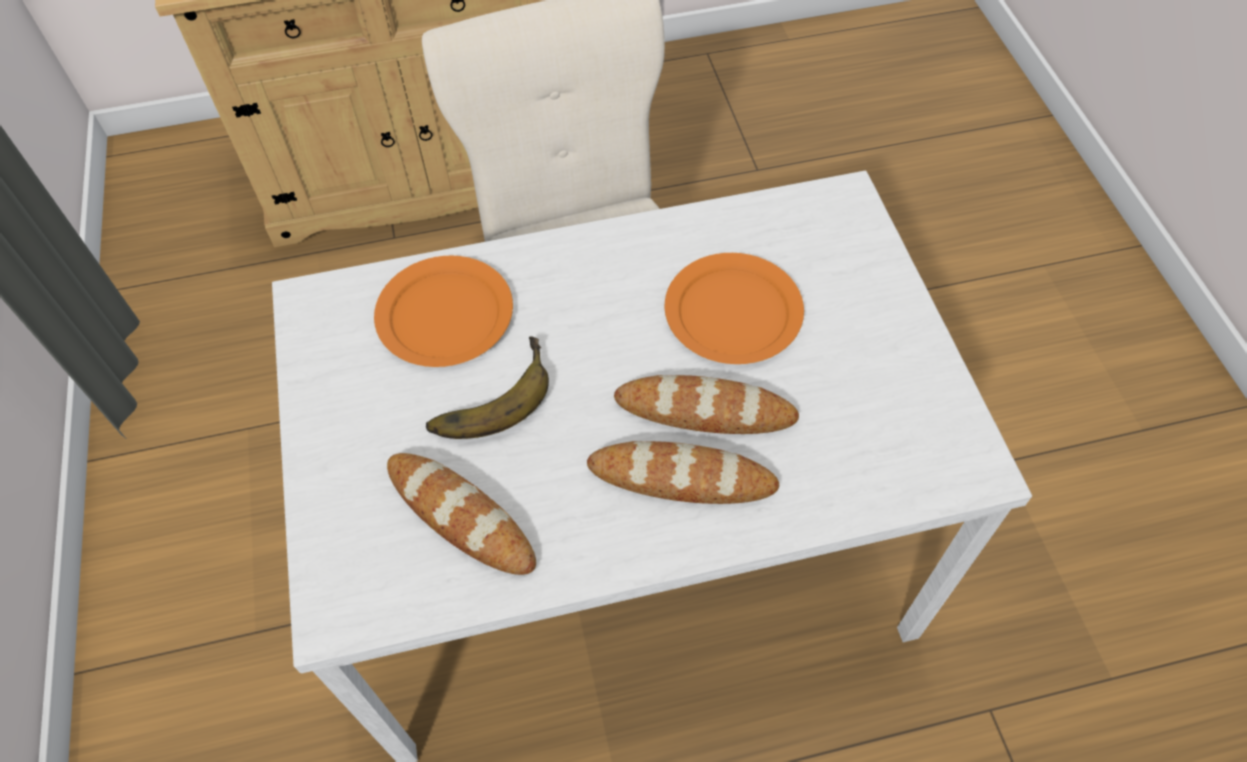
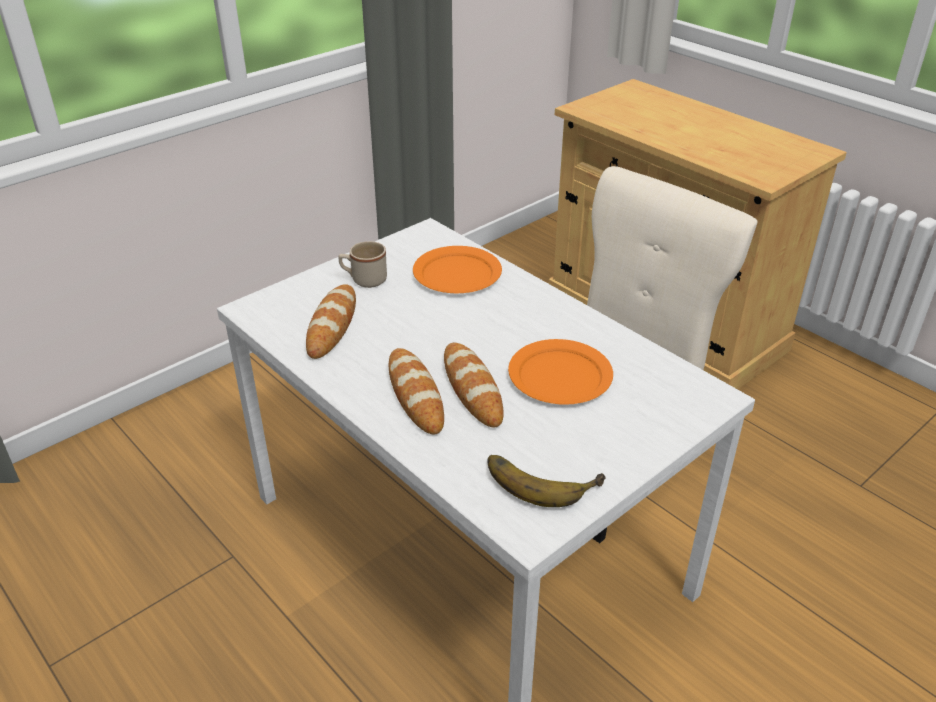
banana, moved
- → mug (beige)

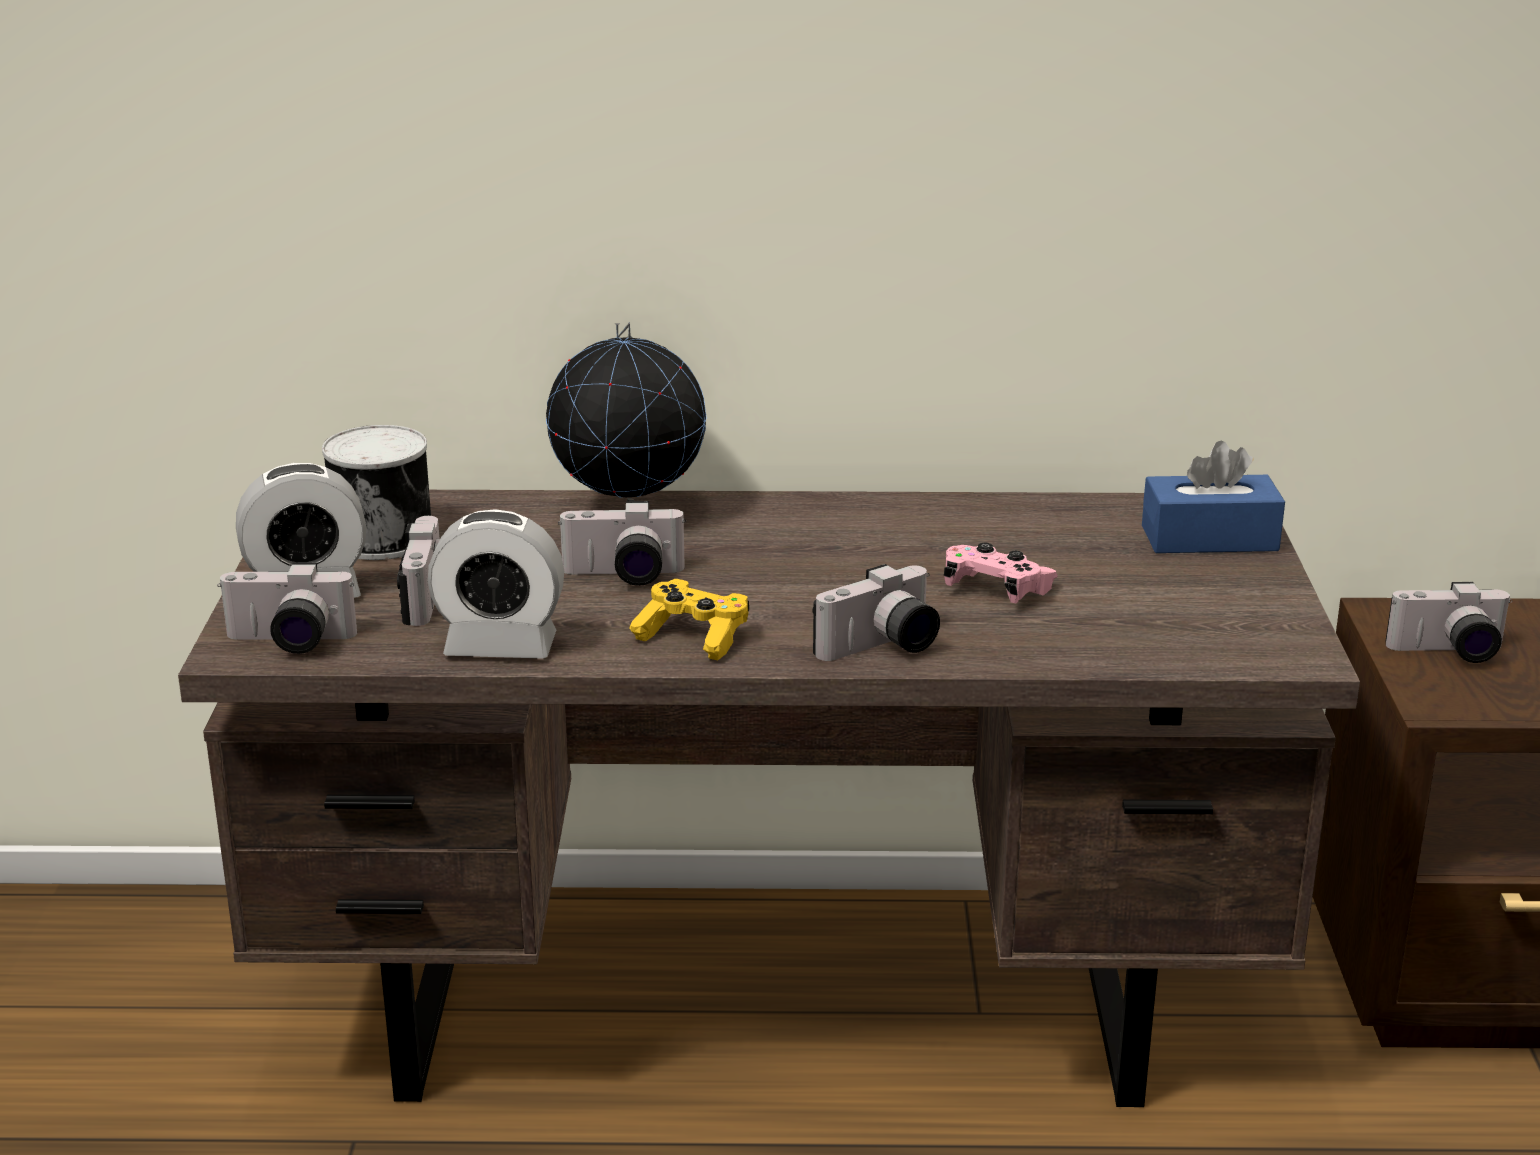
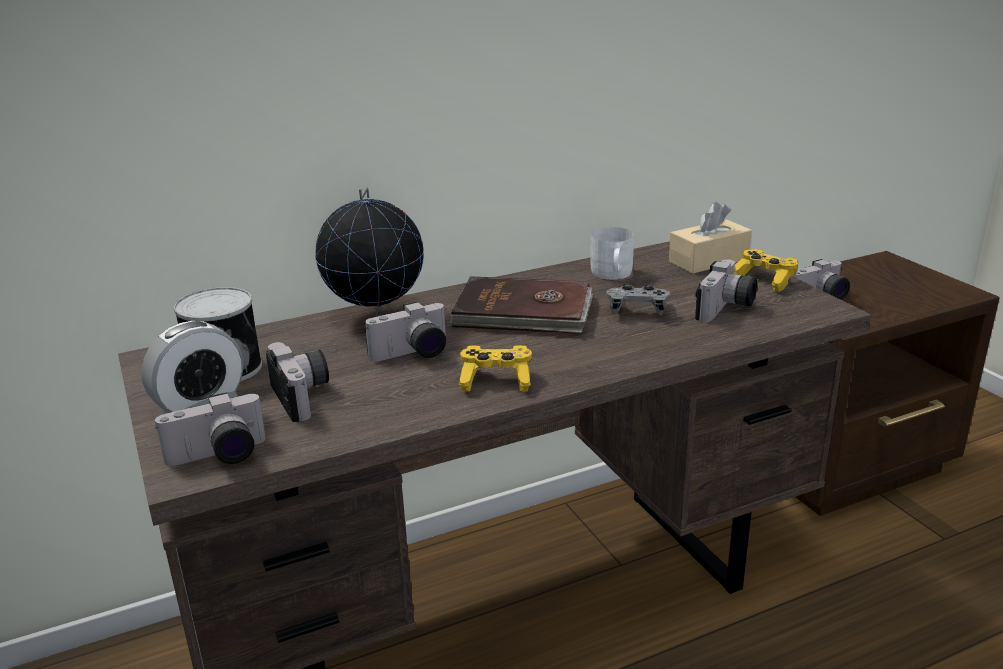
alarm clock (2nd from left) → -
photo camera (4th from left), moved
game controller (pink) → game controller (grey)
tissue box (blue) → tissue box (beige)
- → book (brown)
- → mug (white)
- → game controller (yellow) (2nd from left)

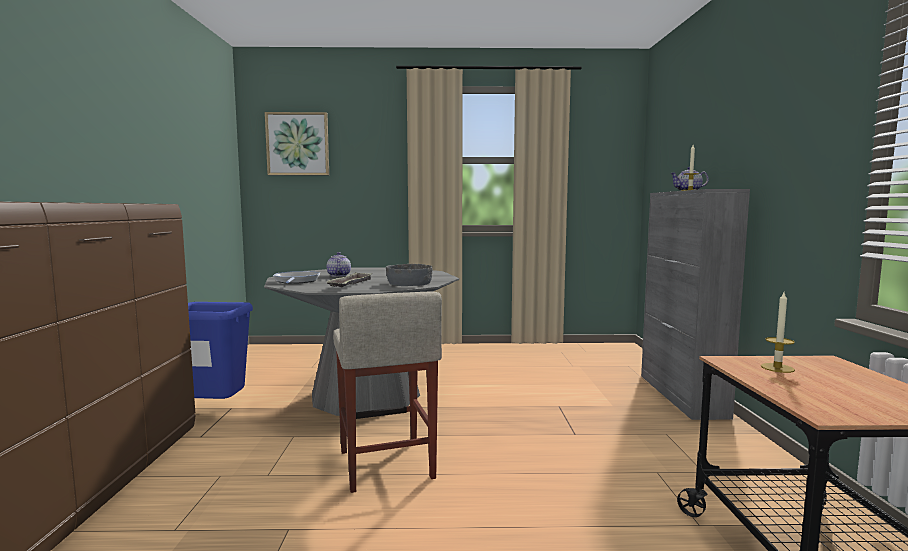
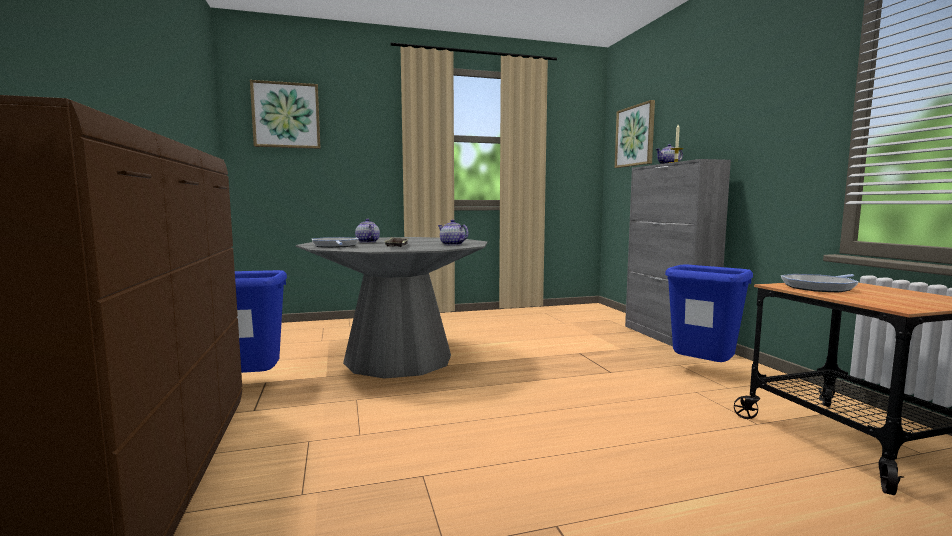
stool (beige) → -
bowl (grey) → teapot (2nd from left)
candle (2nd from left) → frying pan (2nd from left)
- → picture (2nd from left)
- → trash can (blue) (2nd from left)

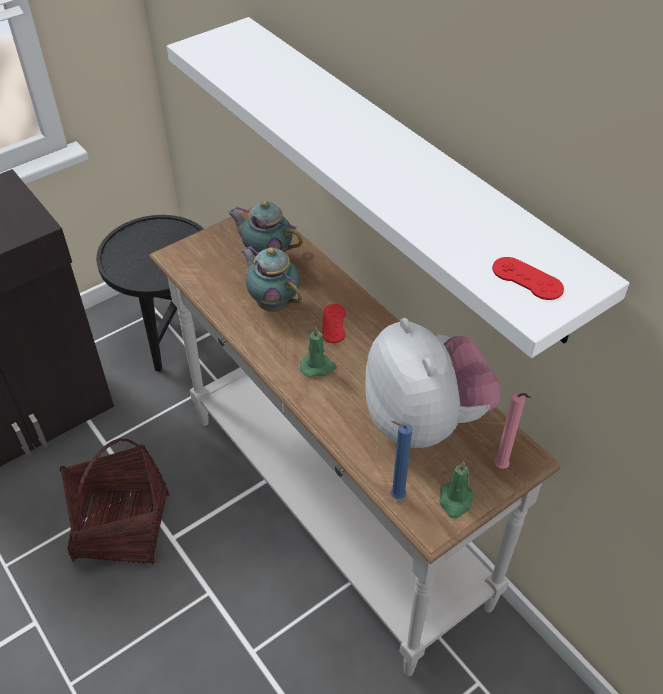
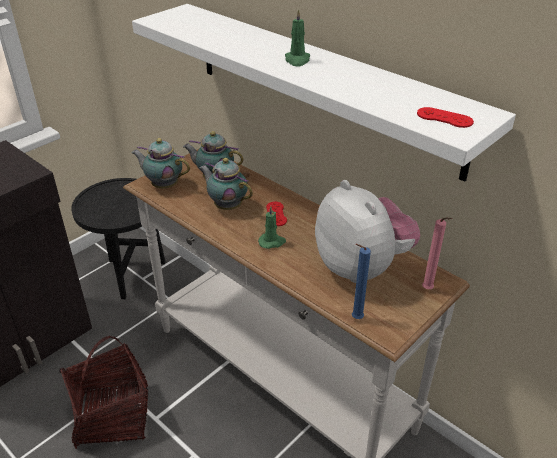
candle (green) (2nd from left), moved
- → teapot (1st from left)

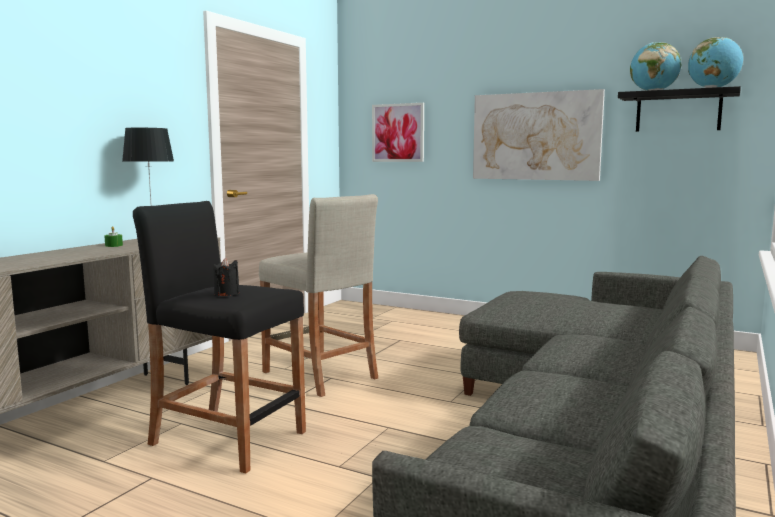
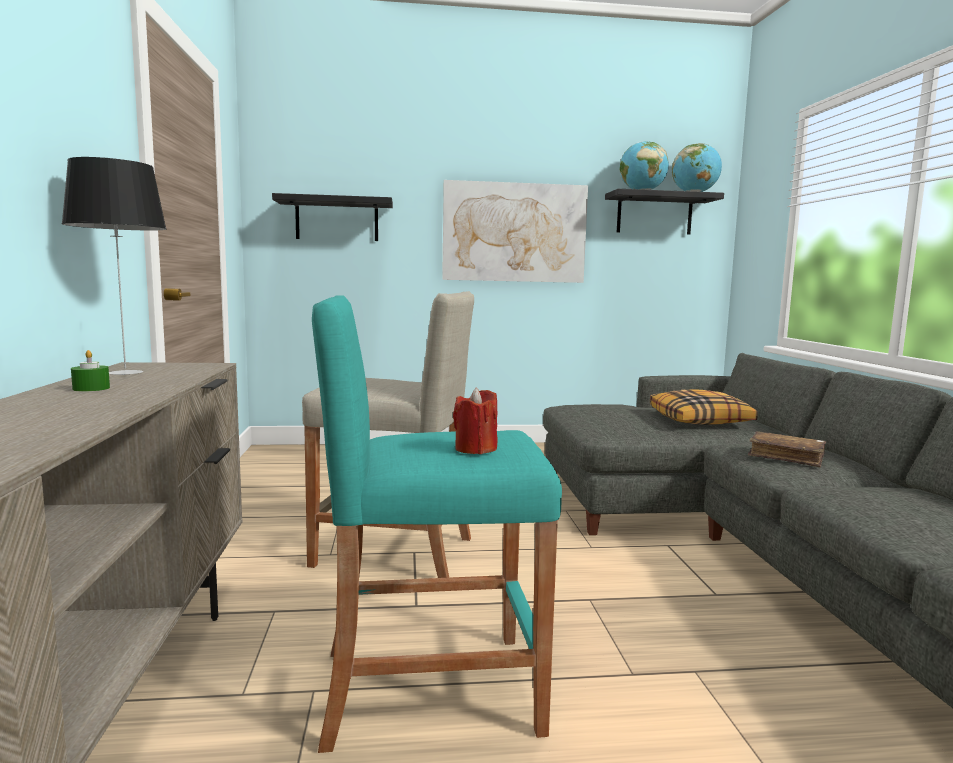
stool (black) → stool (turquoise)
candle (black) → candle (red)
picture (1st from left) → shelf (black) (1st from left)
- → pillow
- → book (brown)

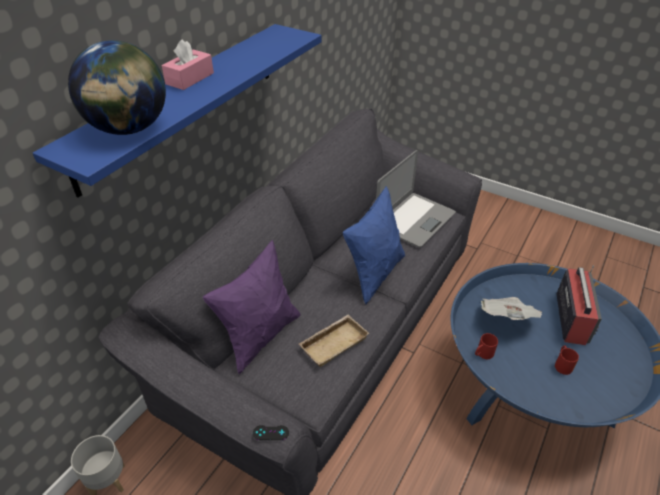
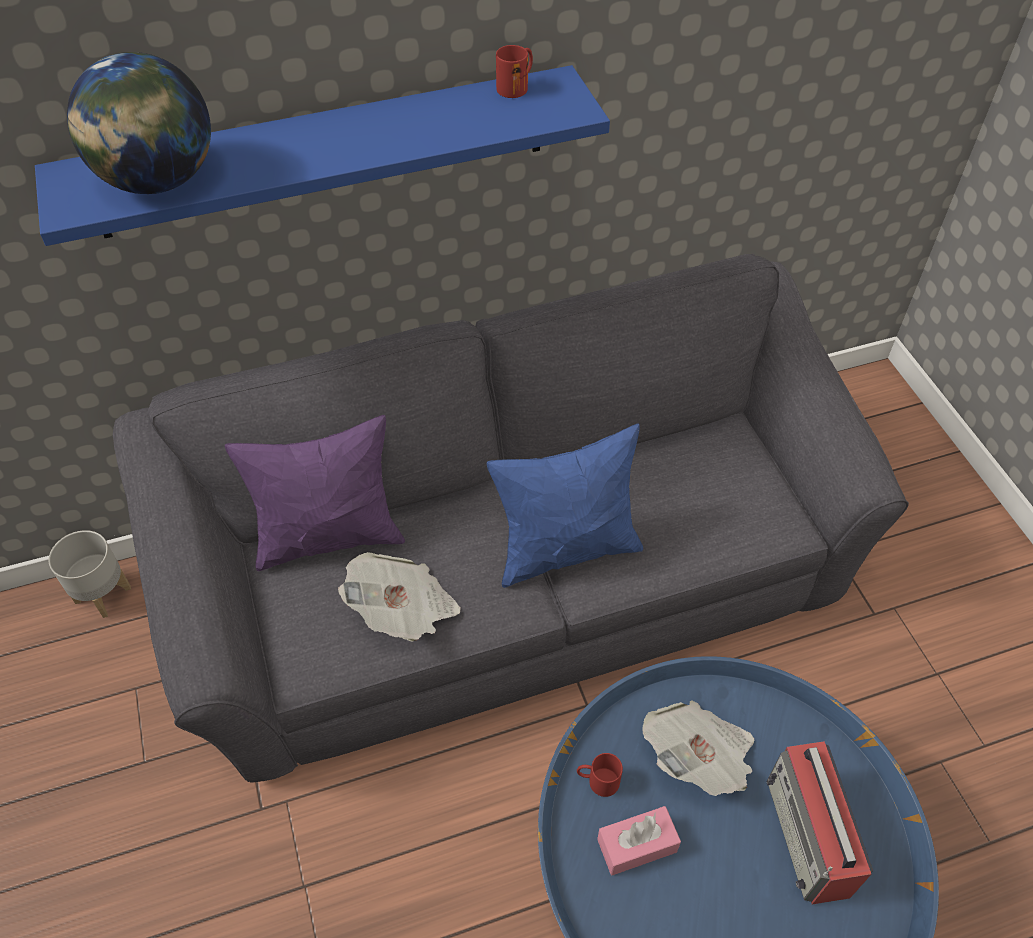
tissue box (pink), moved
game controller (black) → -
tray (beige) → newspaper (1st from left)
laptop → -
mug (red) (2nd from left in the first image) → mug (red) (1st from left), moved
radio, 120 degrees clockwise

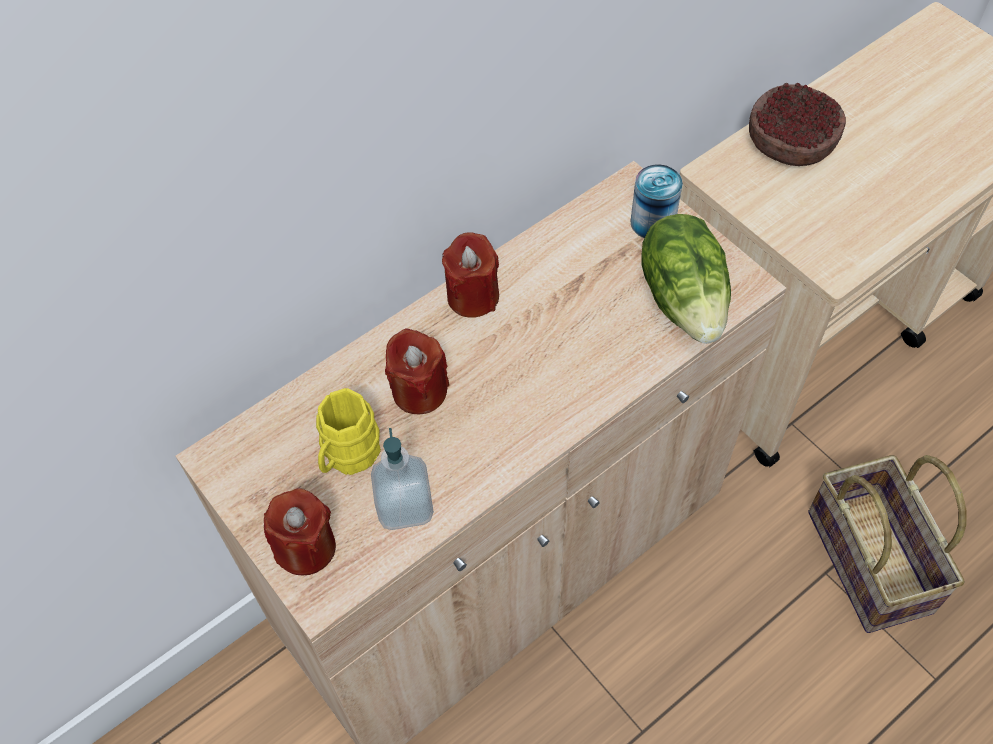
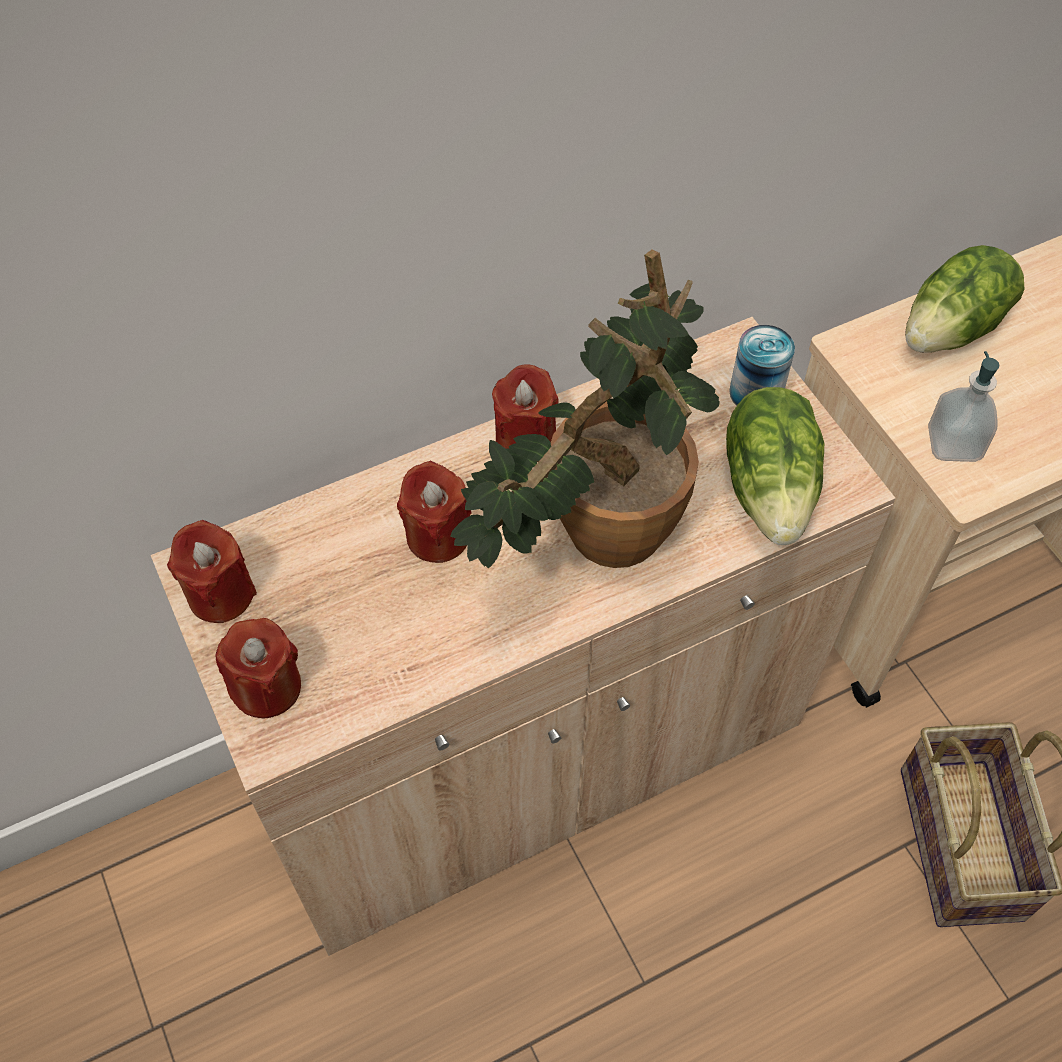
mug (yellow) → -
soap dispenser, moved
bowl → lettuce (2nd from left)
- → candle (red) (1st from left)
- → potted plant

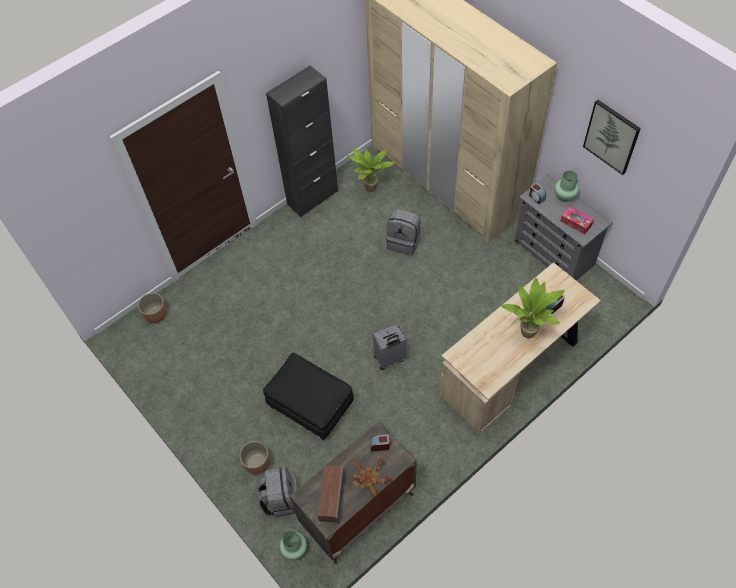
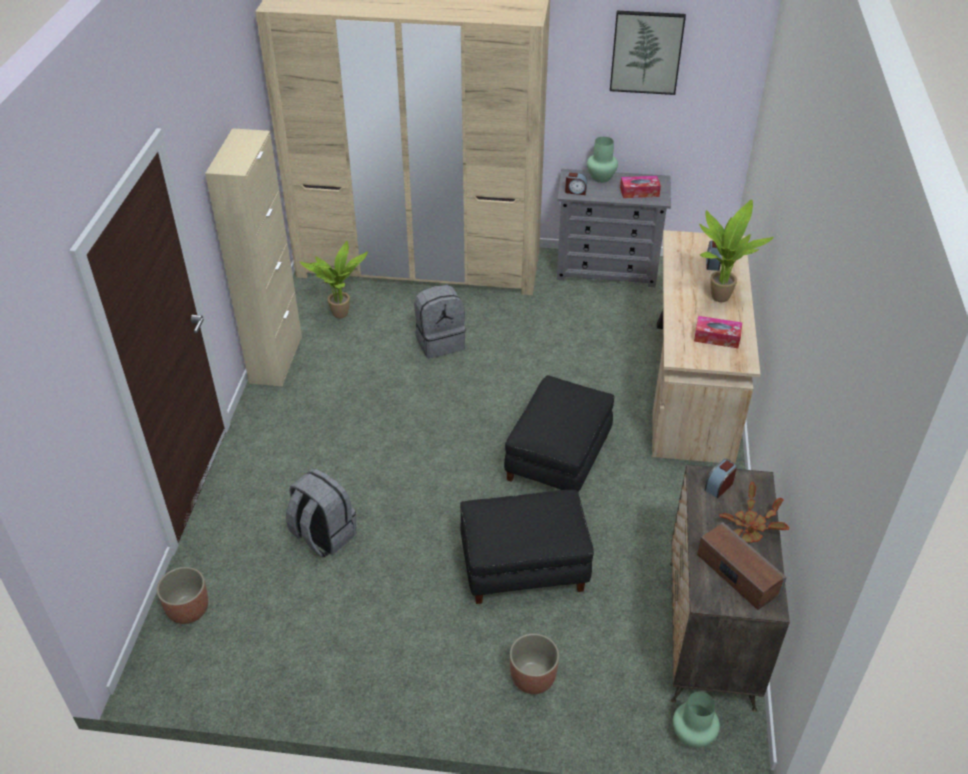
backpack (grey) (1st from left), moved
cabinet (black) → cabinet (beige)
suitcase (grey) → ottoman (black) (2nd from left)
- → tissue box (2nd from left)

